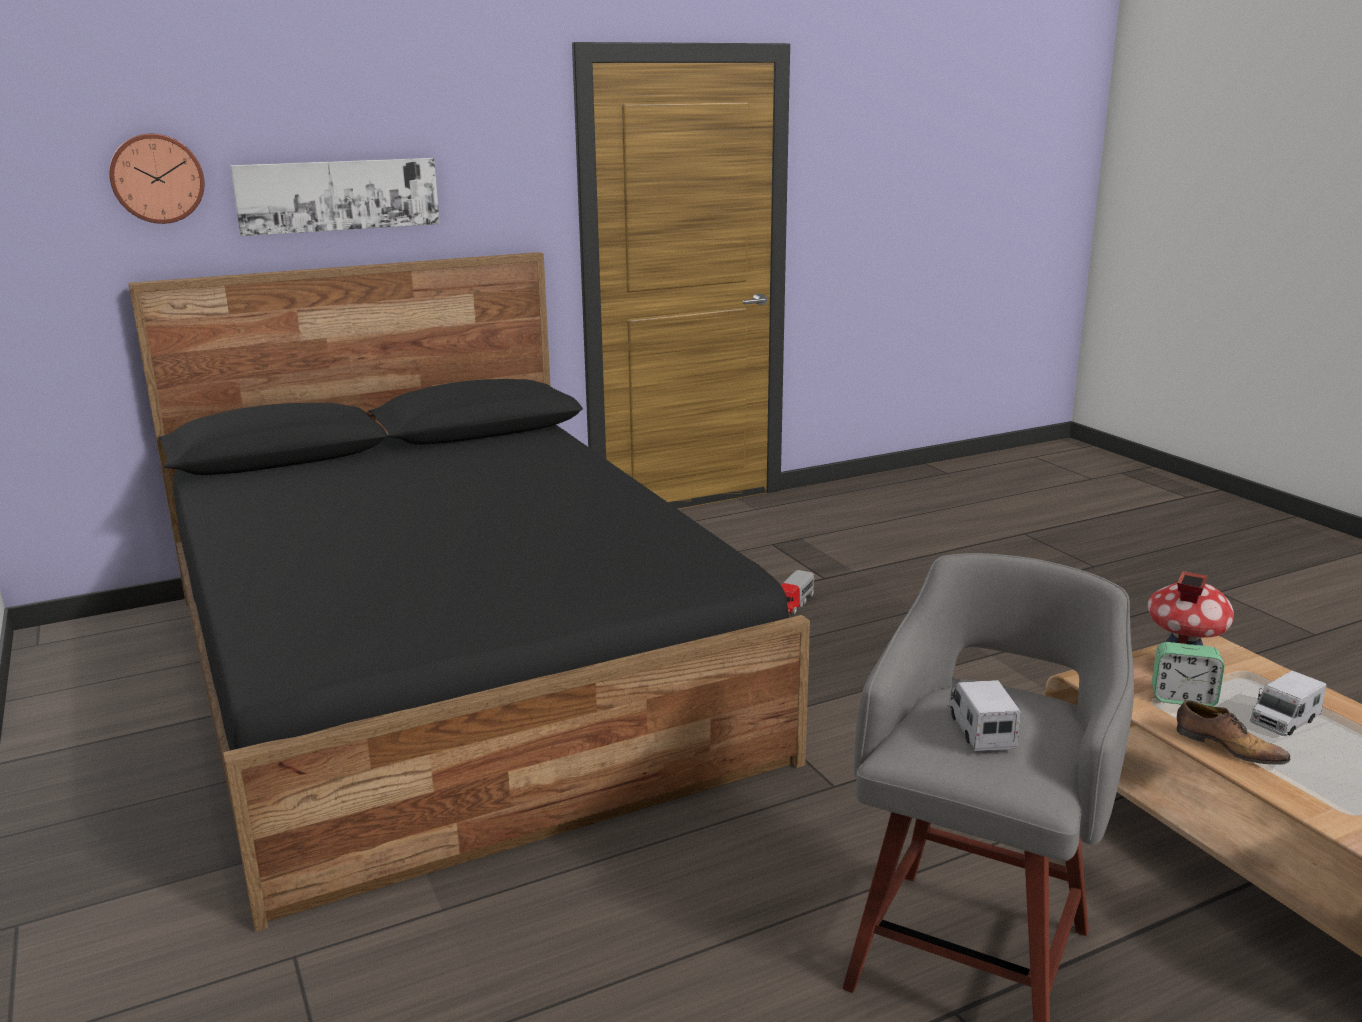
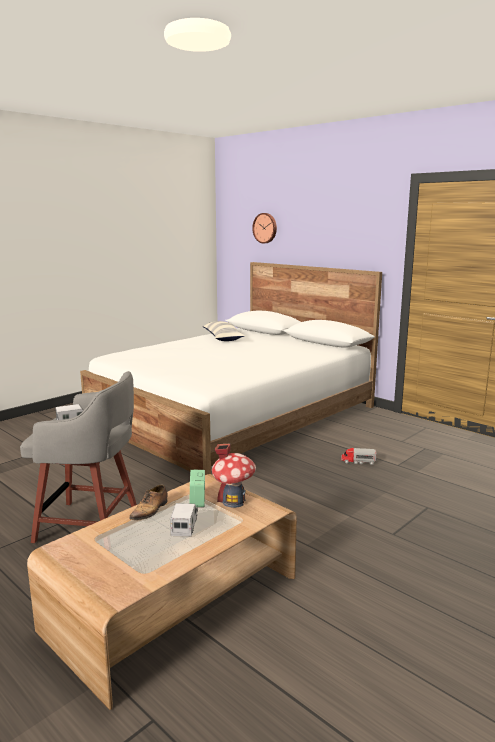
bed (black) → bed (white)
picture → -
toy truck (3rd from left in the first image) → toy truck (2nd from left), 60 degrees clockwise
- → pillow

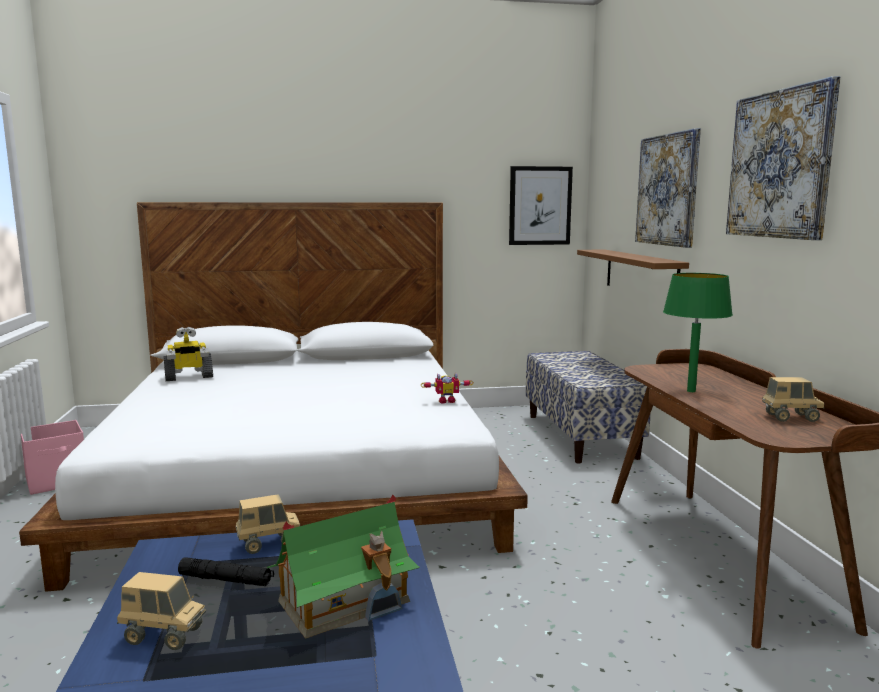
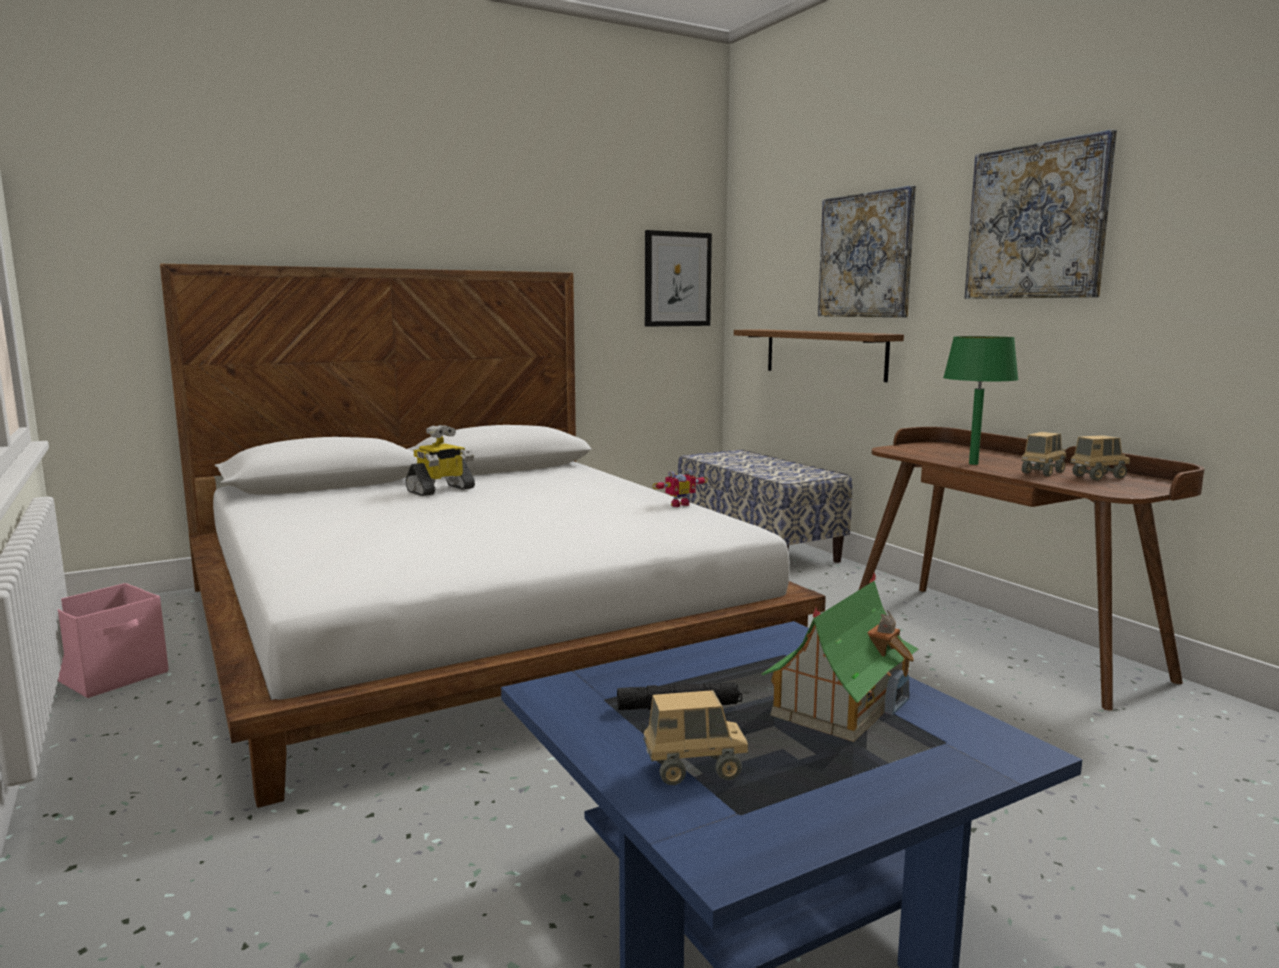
toy robot (1st from left), moved
toy truck (2nd from left), moved

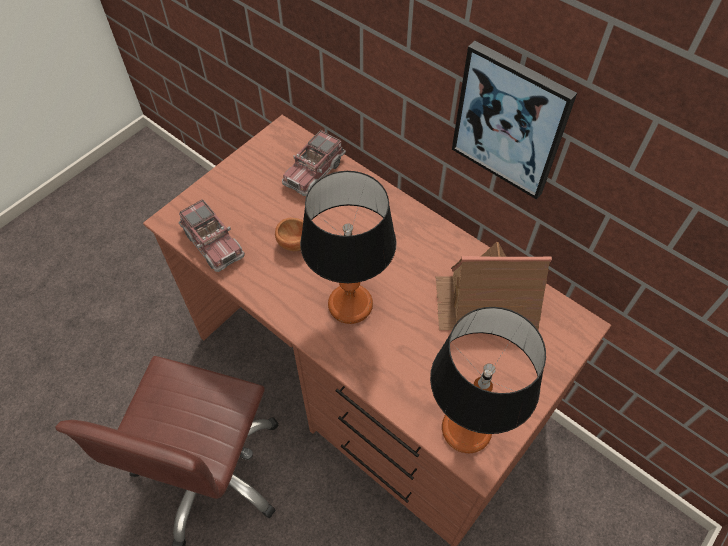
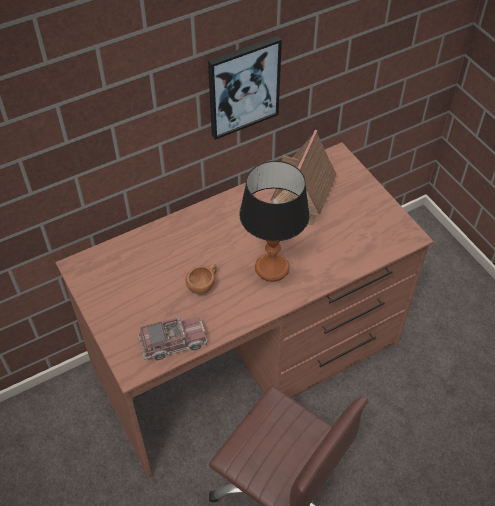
toy truck (2nd from left) → -
table lamp (2nd from left) → -

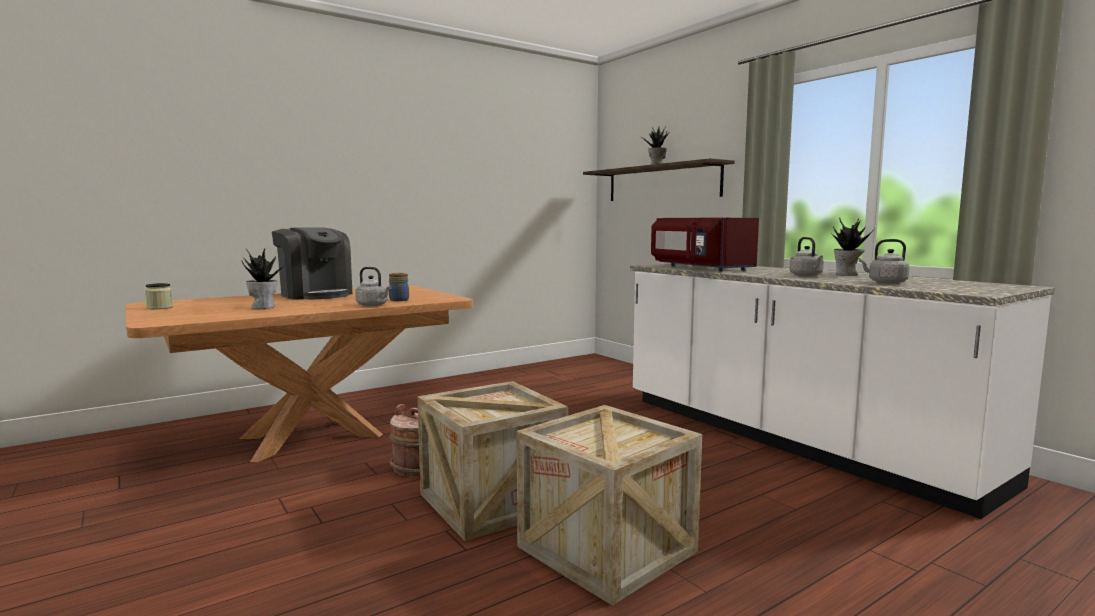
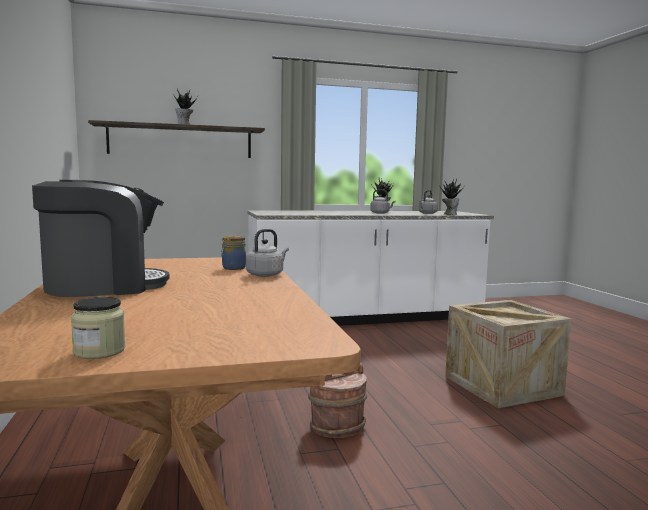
potted plant (1st from left in the first image) → potted plant (3rd from left), moved
crate (1st from left) → -
microwave (red) → -

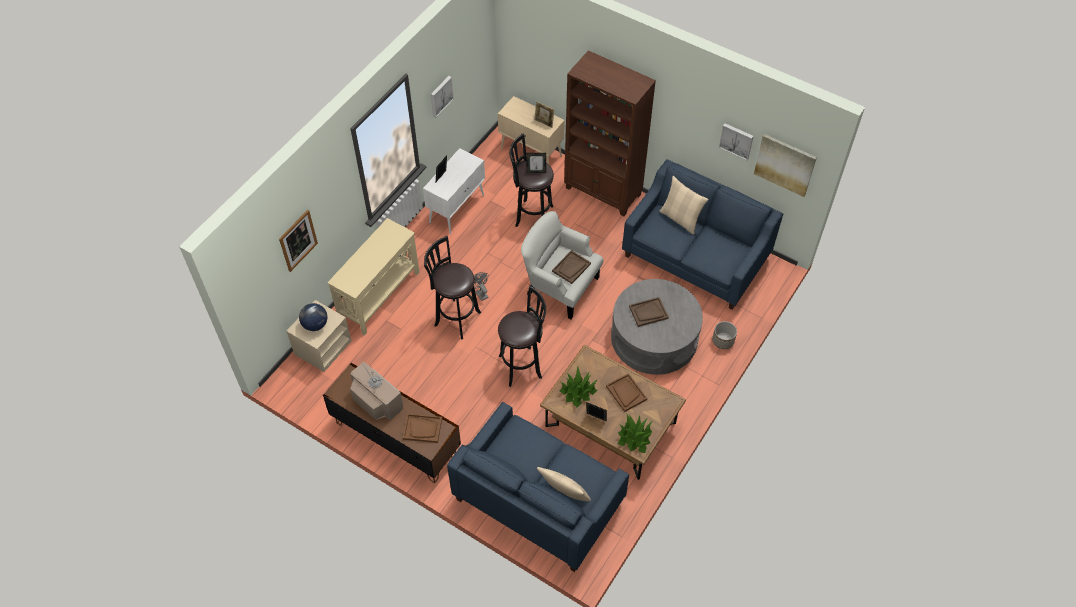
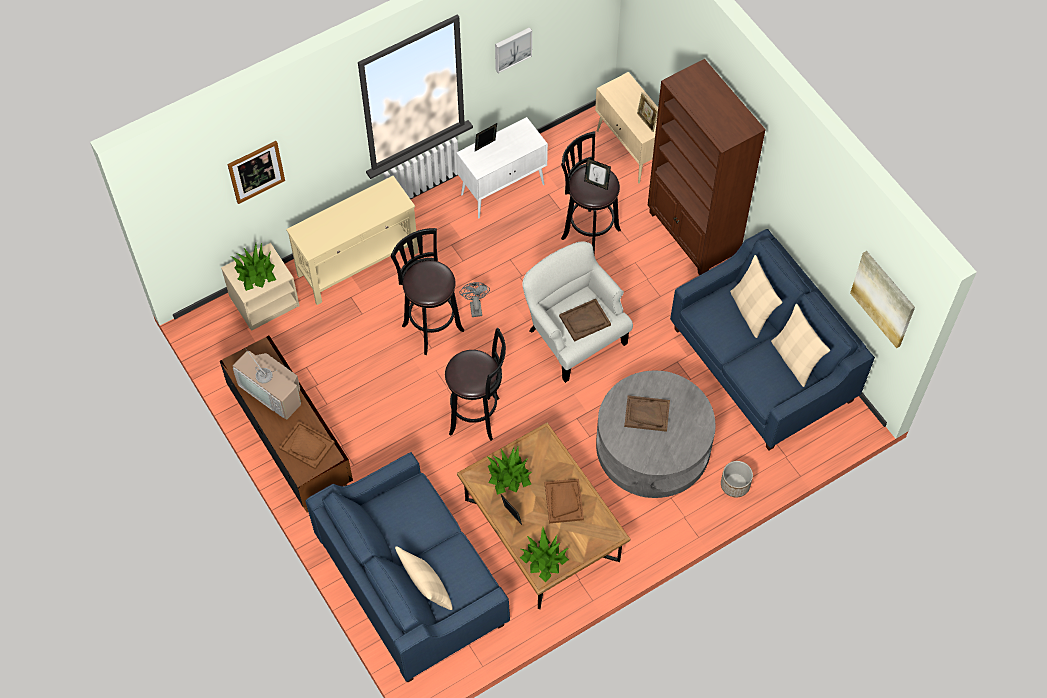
globe → potted plant (1st from left)
television, 150 degrees clockwise
picture (3rd from left) → -
- → pillow (beige) (3rd from left)

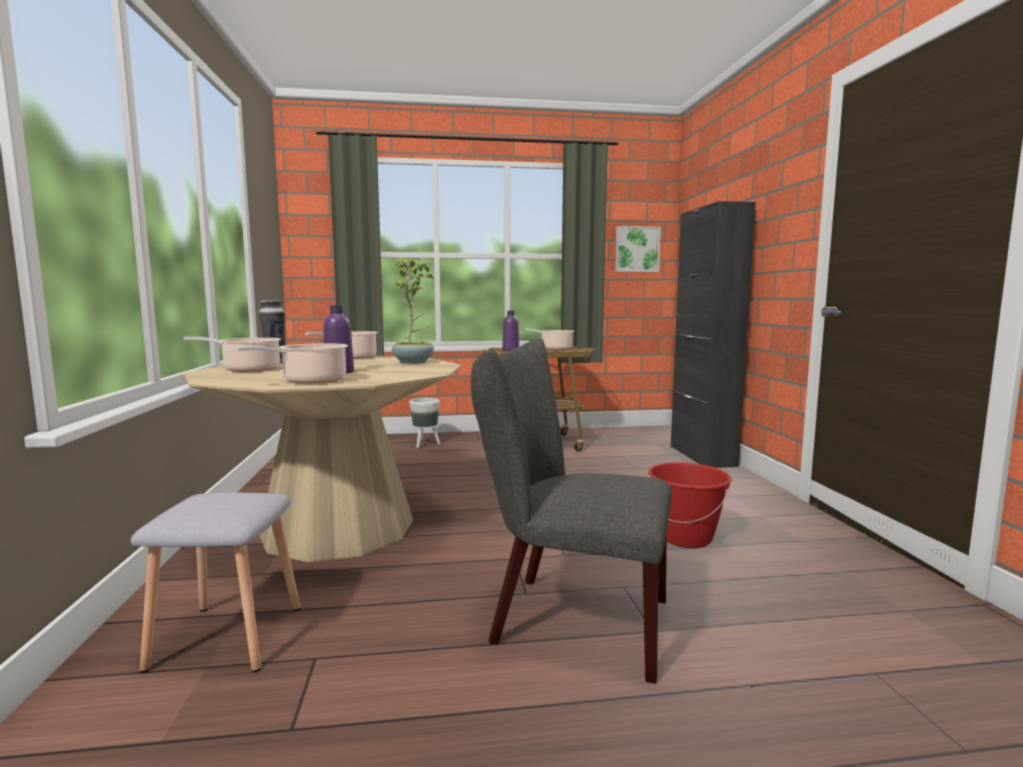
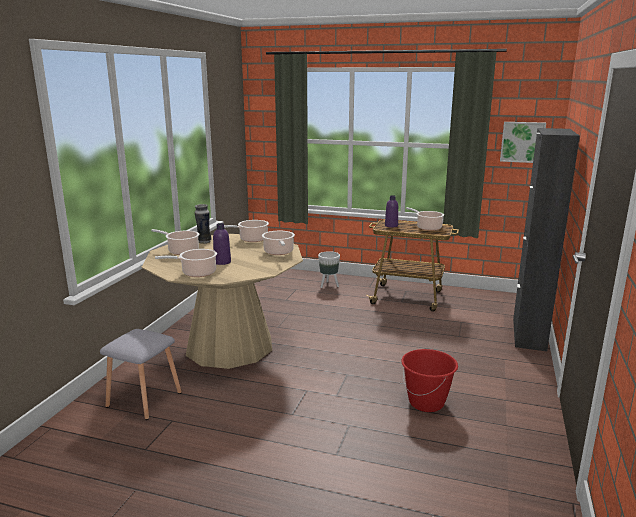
potted plant → cooking pot (4th from left)
chair (grey) → -

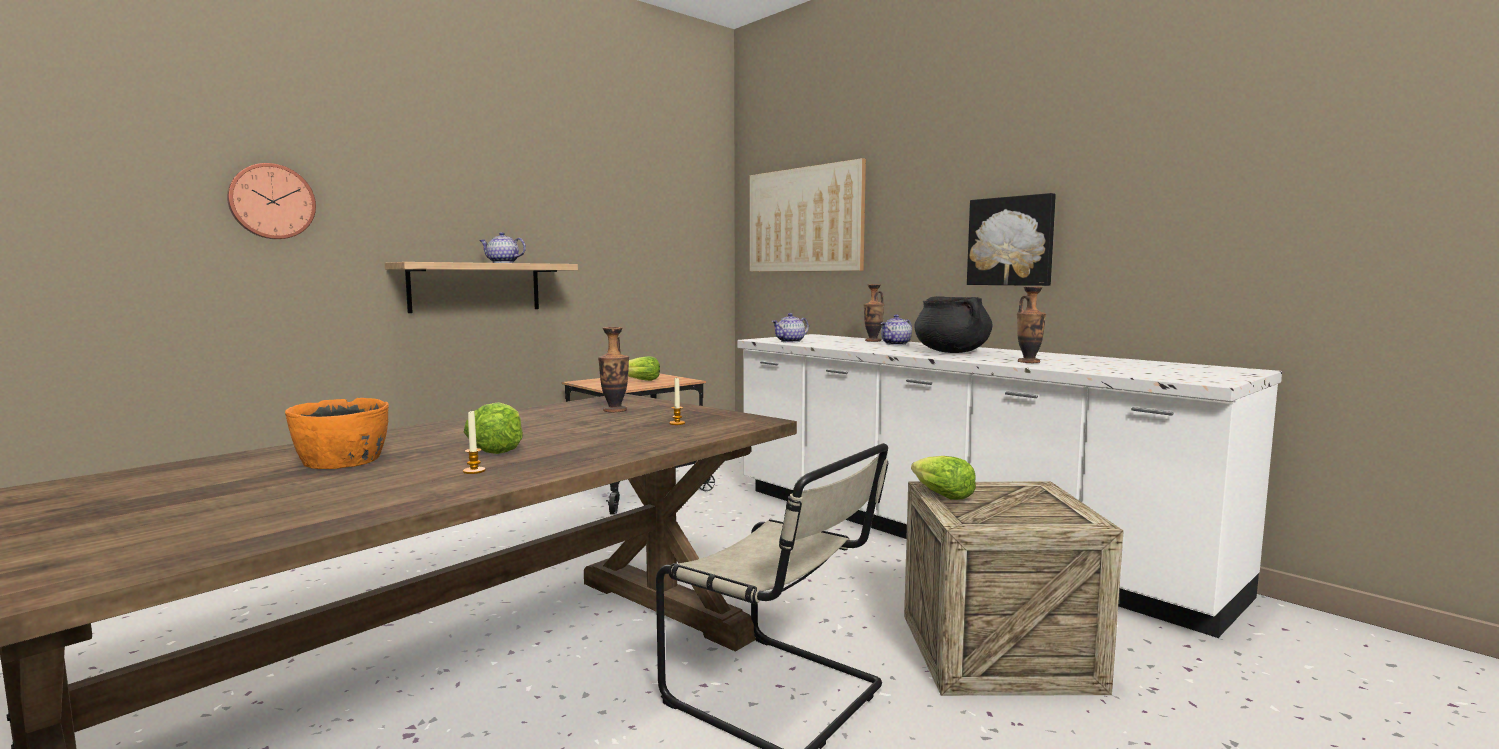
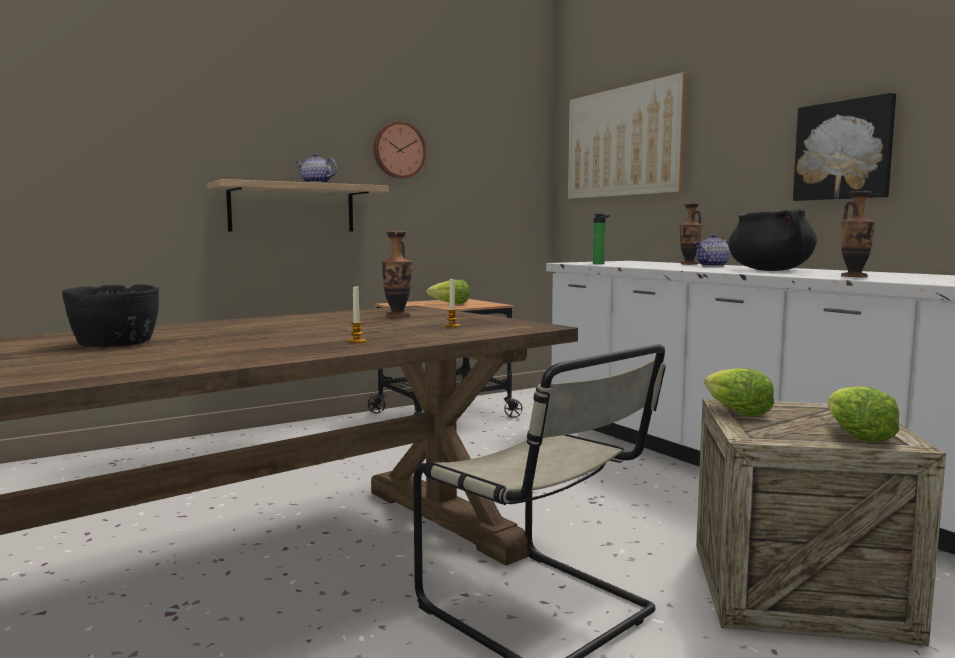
wall clock, moved
bowl (orange) → bowl (black)
candle (1st from left), moved
lettuce (1st from left in the first image) → lettuce (3rd from left), moved
teapot (2nd from left) → bottle

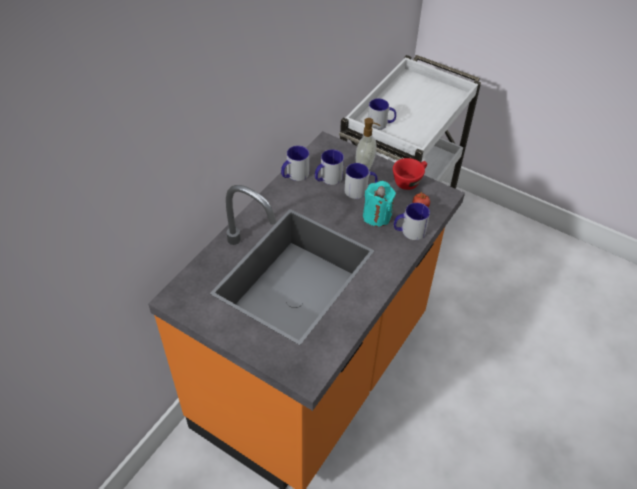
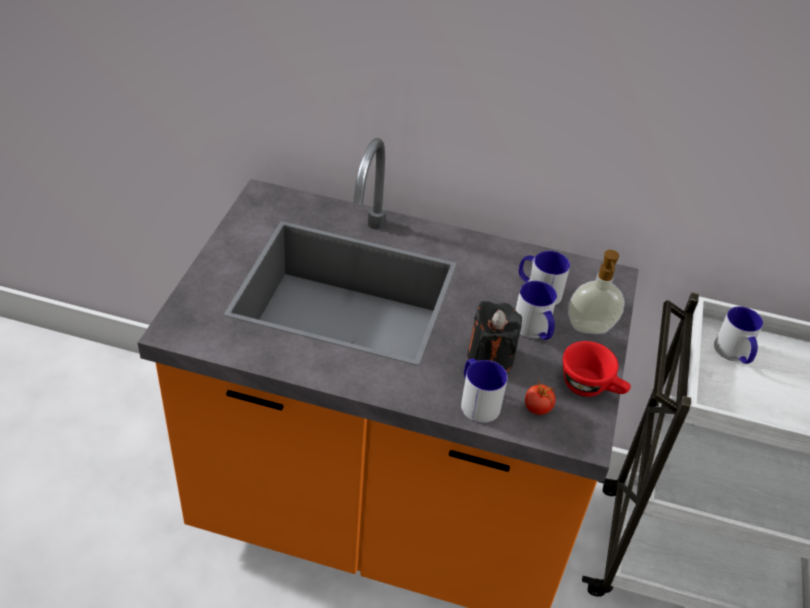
mug (1st from left) → -
candle (turquoise) → candle (black)

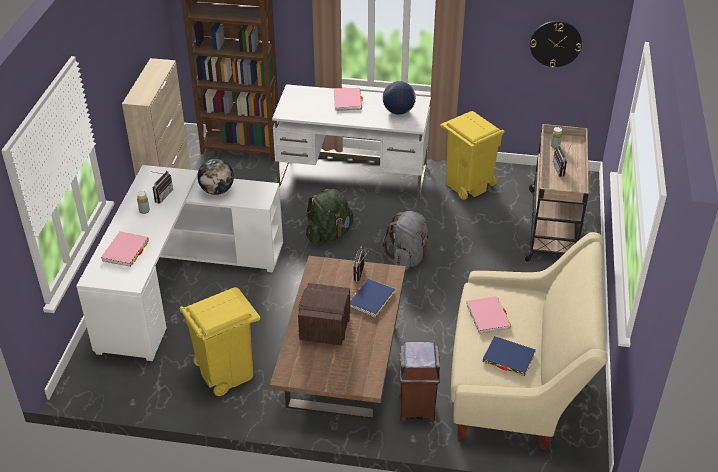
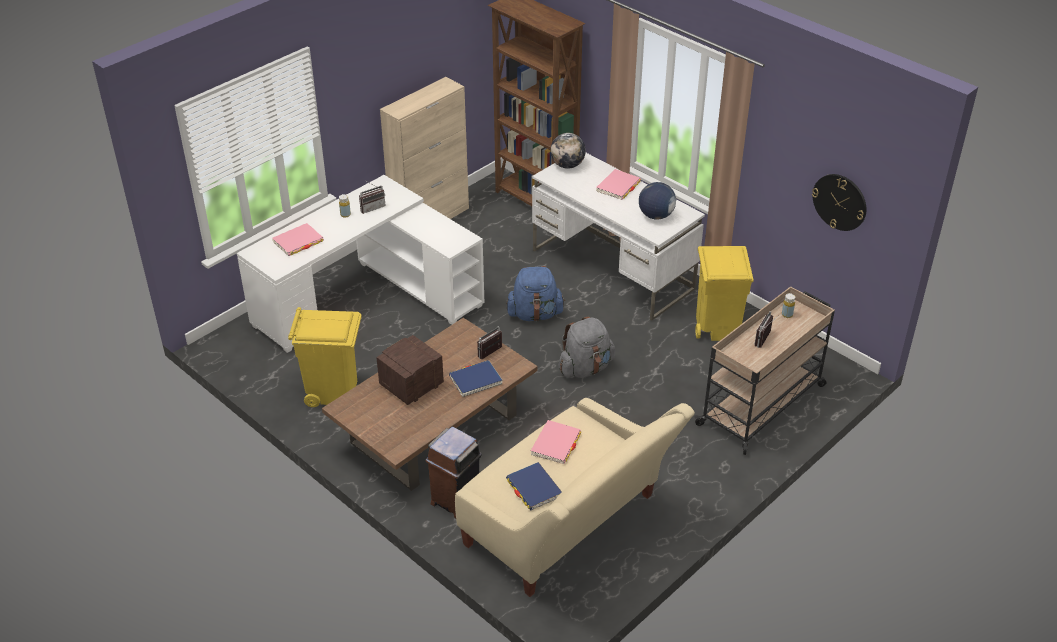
globe (1st from left), moved
backpack (green) → backpack (blue)

